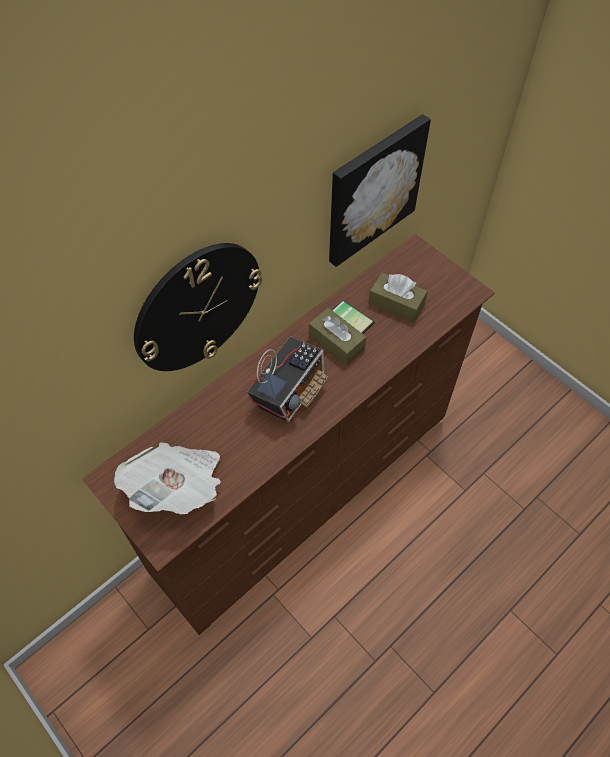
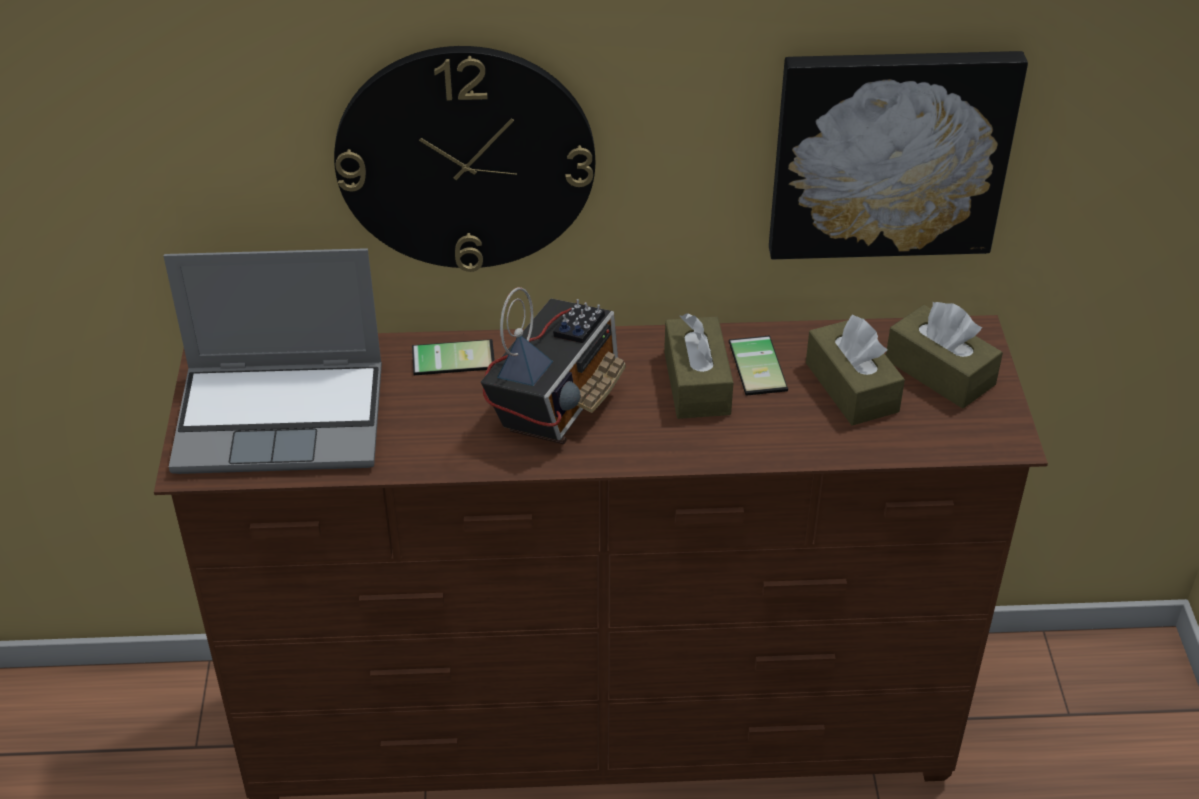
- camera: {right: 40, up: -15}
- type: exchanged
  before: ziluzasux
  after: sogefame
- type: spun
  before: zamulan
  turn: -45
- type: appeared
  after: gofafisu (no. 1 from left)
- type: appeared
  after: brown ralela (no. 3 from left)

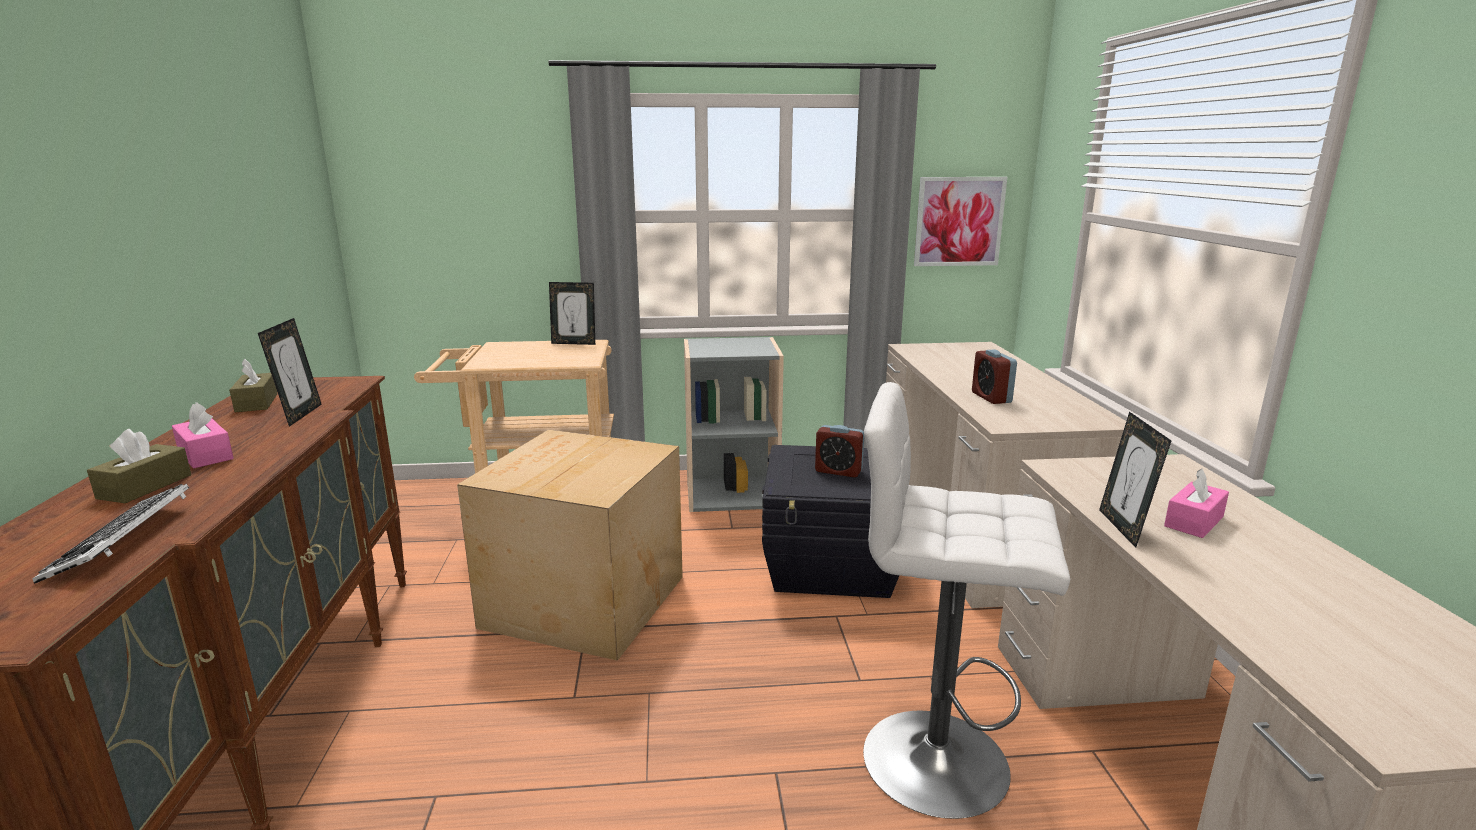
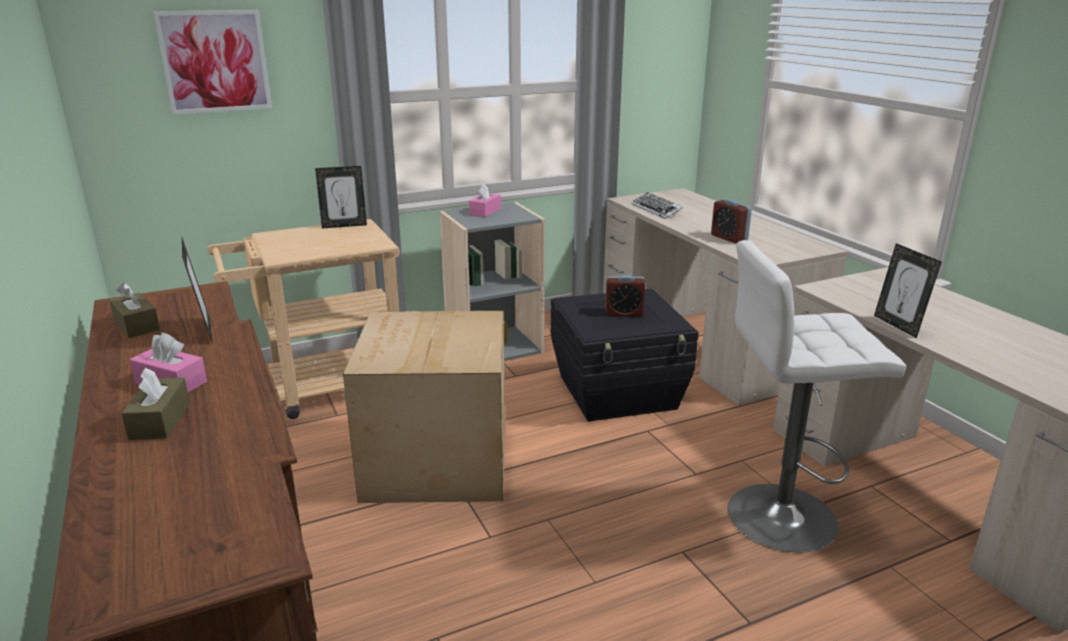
- camera: {right: -20, up: 5}
- type: relocated
  before: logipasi
- type: relocated
  before: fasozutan
- type: relocated
  before: pink ralela (no. 2 from left)

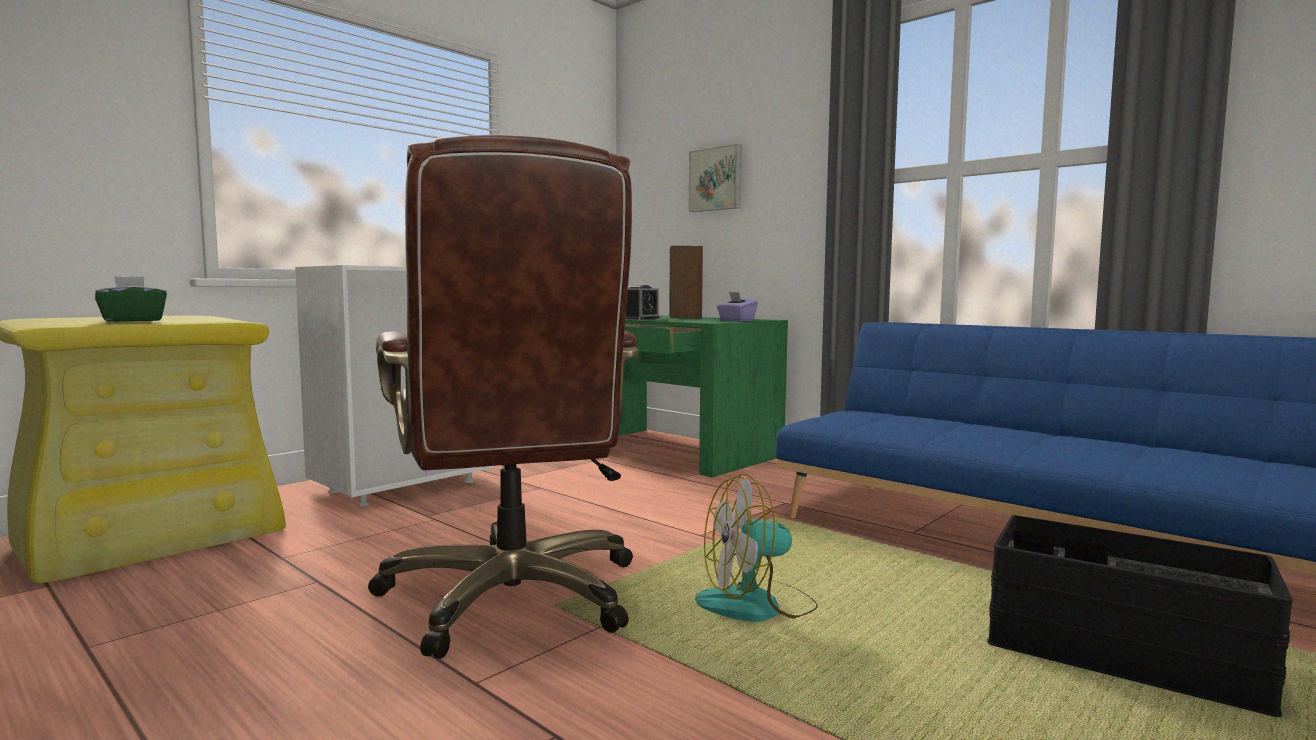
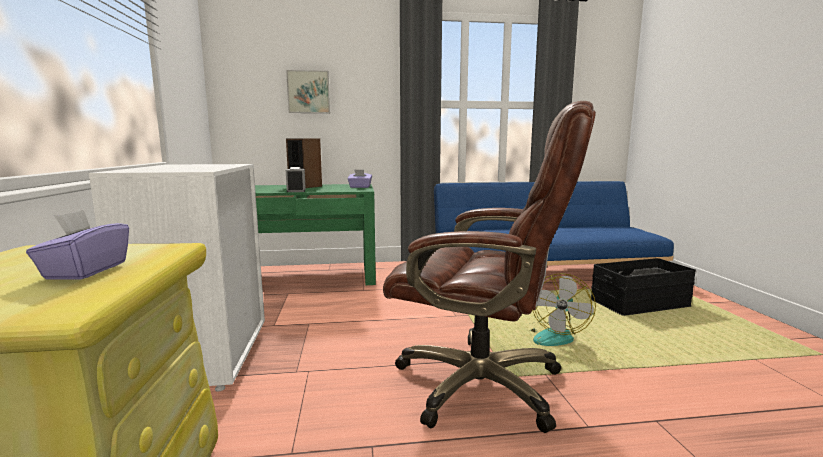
- camera: {right: -50, up: 5}
- type: colour
  before: green ralela
  after: purple ralela (no. 1 from left)

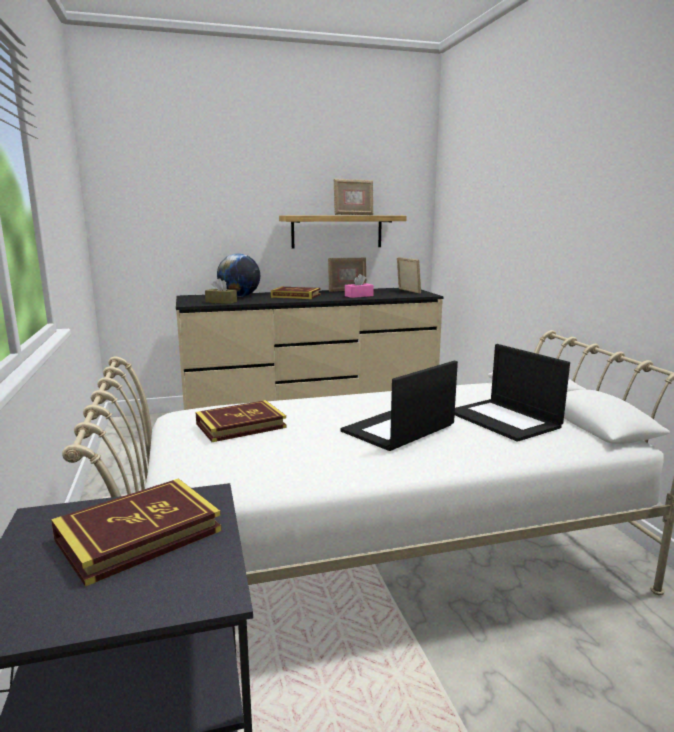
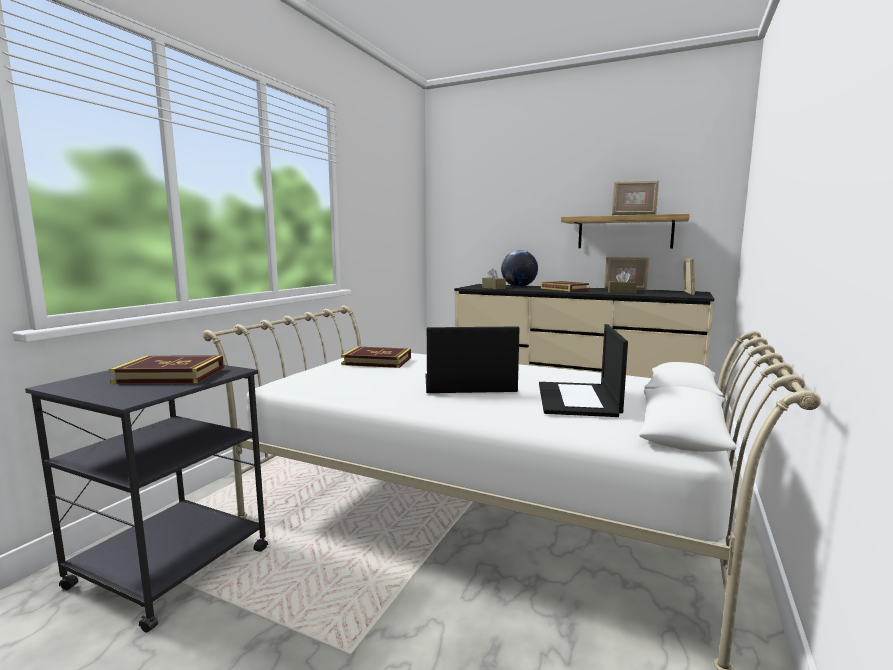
- camera: {right: 40, up: -5}
- type: colour
  before: pink ralela
  after: brown ralela (no. 2 from left)

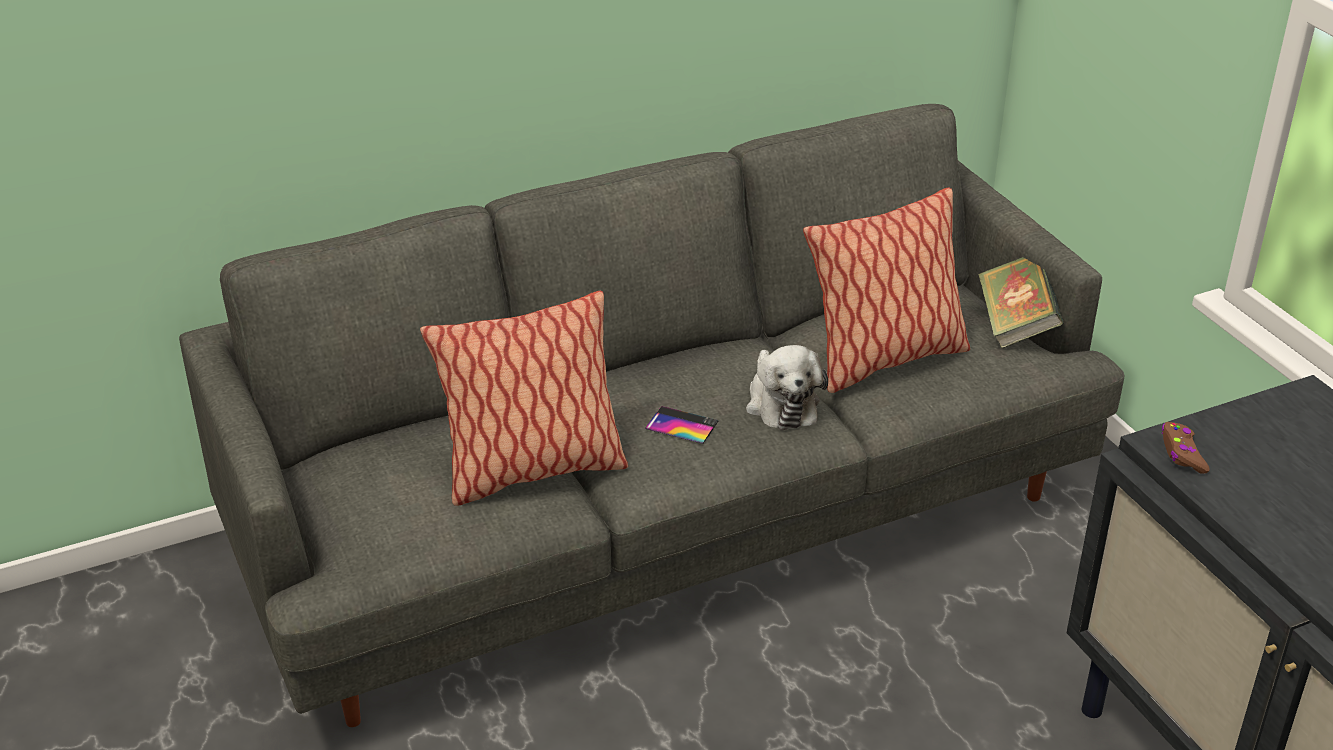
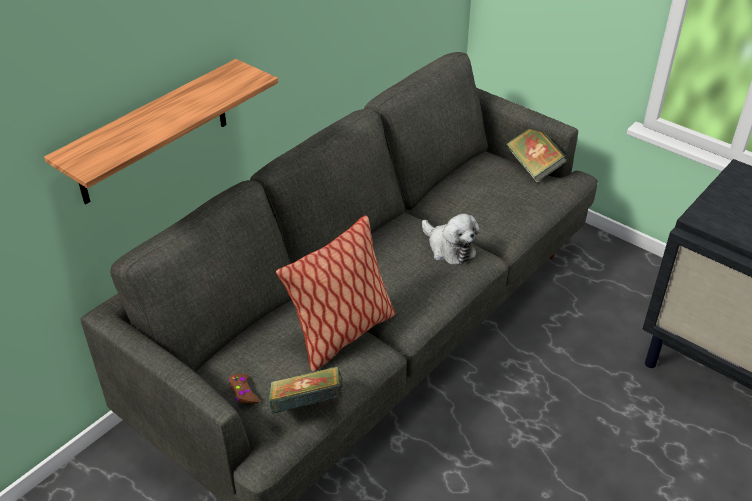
- camera: {right: -25, up: 5}
- type: missing
  before: gofafisu
- type: missing
  before: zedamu (no. 2 from left)
- type: relocated
  before: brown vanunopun
- type: appeared
  after: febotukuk
- type: appeared
  after: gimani (no. 1 from left)

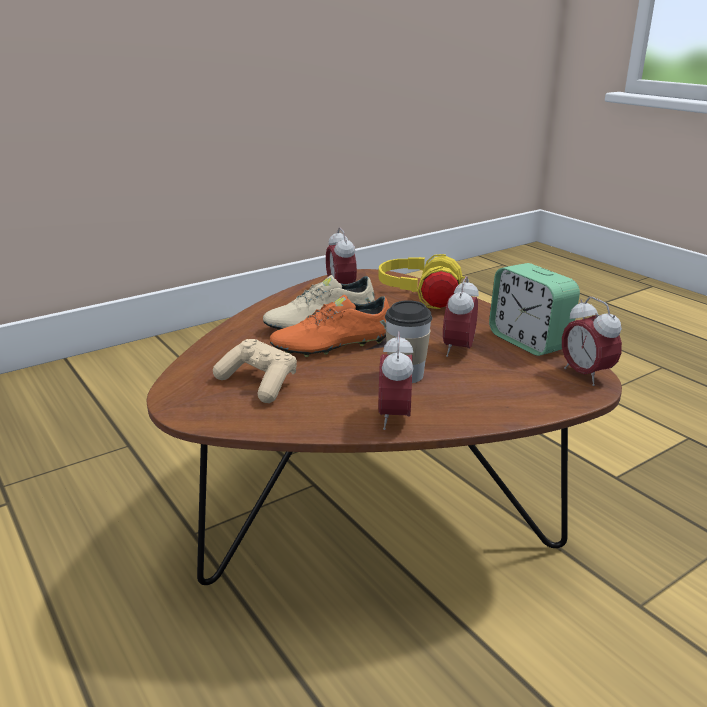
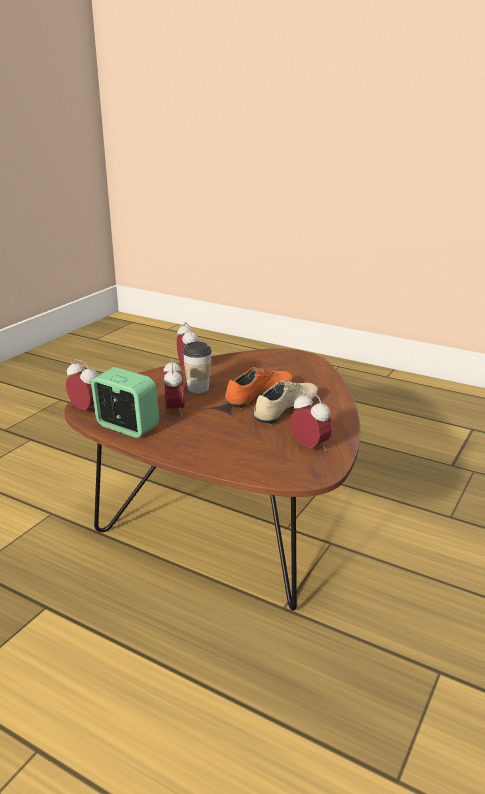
- camera: {right: 155, up: 0}
- type: missing
  before: beige vanunopun
- type: missing
  before: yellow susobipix

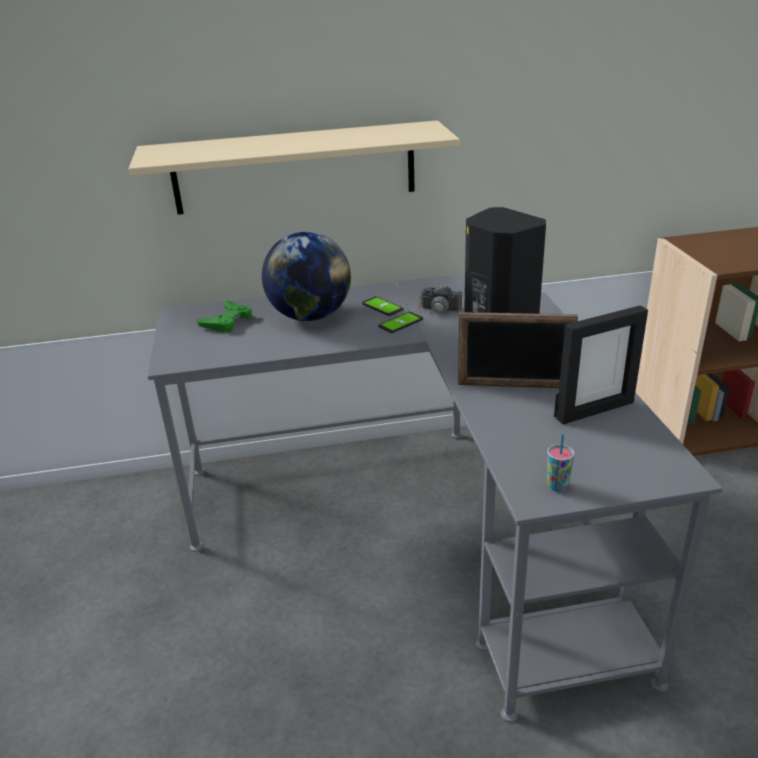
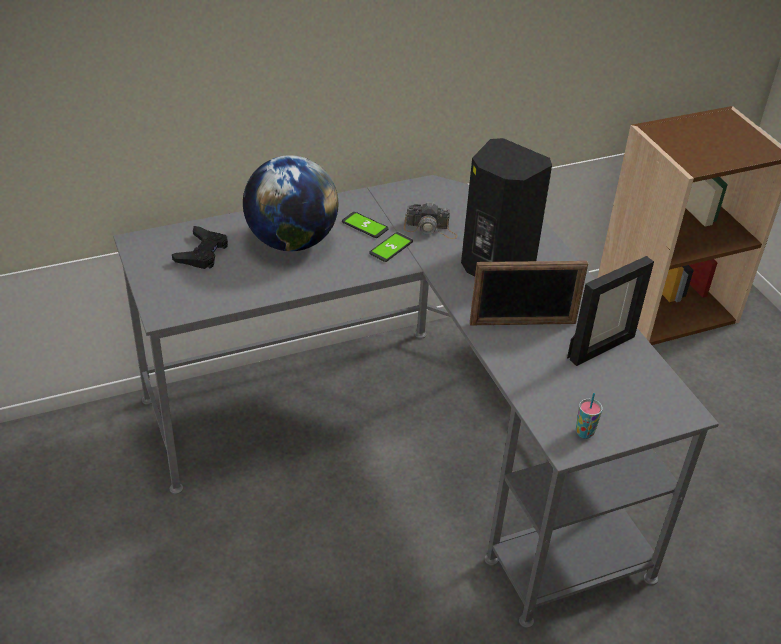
- camera: {right: -15, up: 10}
- type: missing
  before: beige febotukuk
- type: colour
  before: green vanunopun
  after: black vanunopun

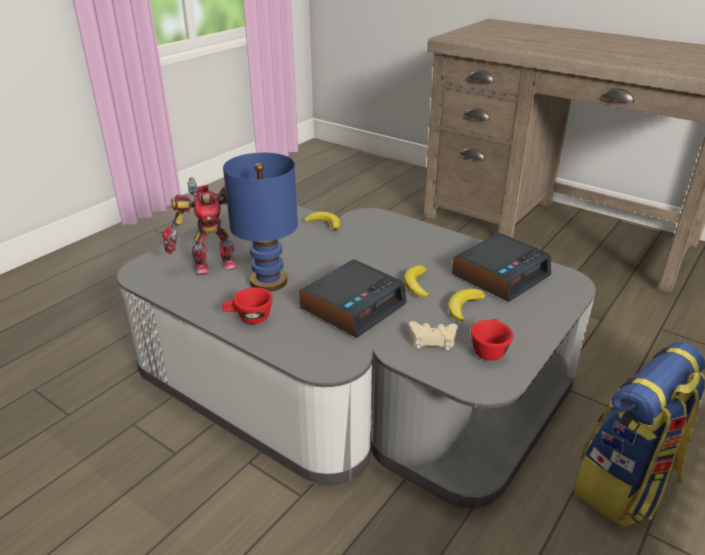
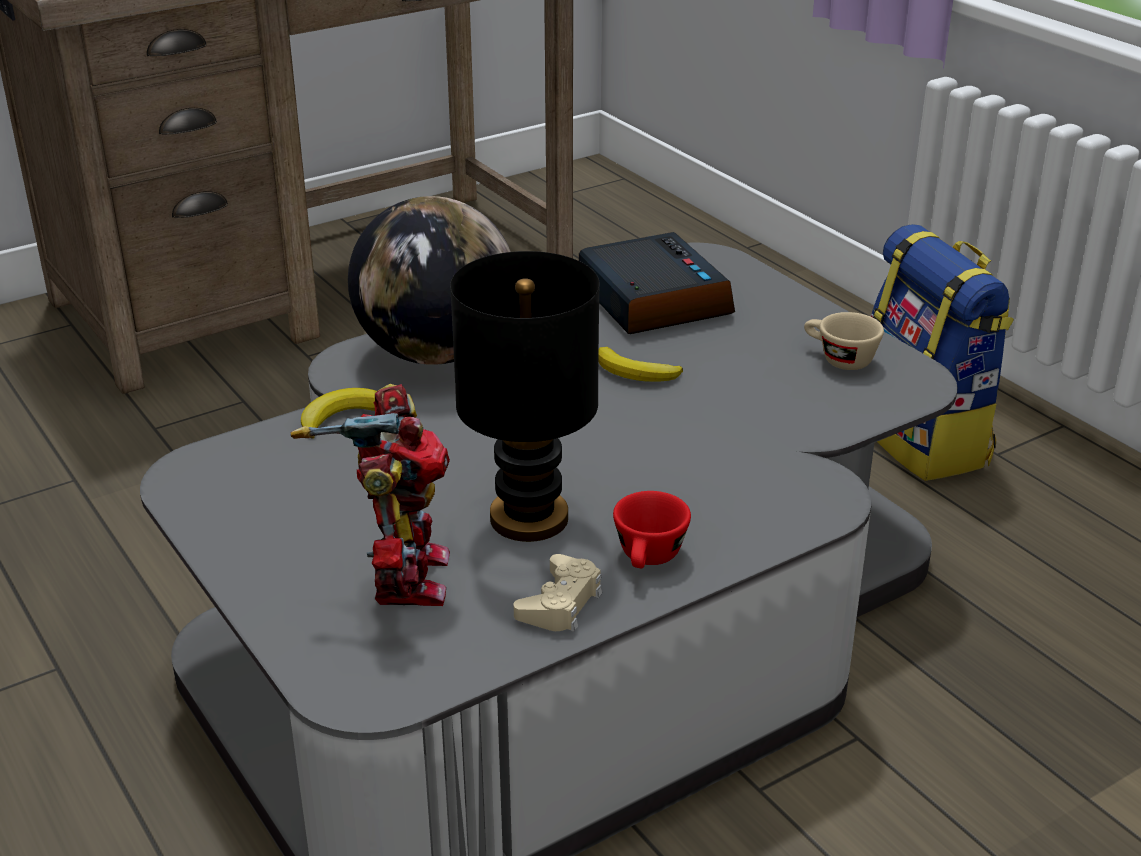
- camera: {right: -70, up: 0}
- type: colour
  before: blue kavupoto
  after: black kavupoto
- type: missing
  before: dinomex (no. 1 from left)
- type: relocated
  before: beige vanunopun
- type: missing
  before: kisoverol (no. 3 from left)
- type: colour
  before: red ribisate (no. 2 from left)
  after: beige ribisate
- type: appeared
  after: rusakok

